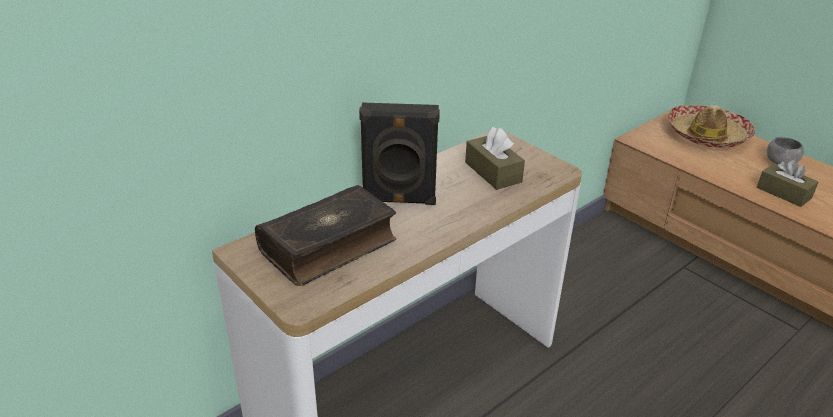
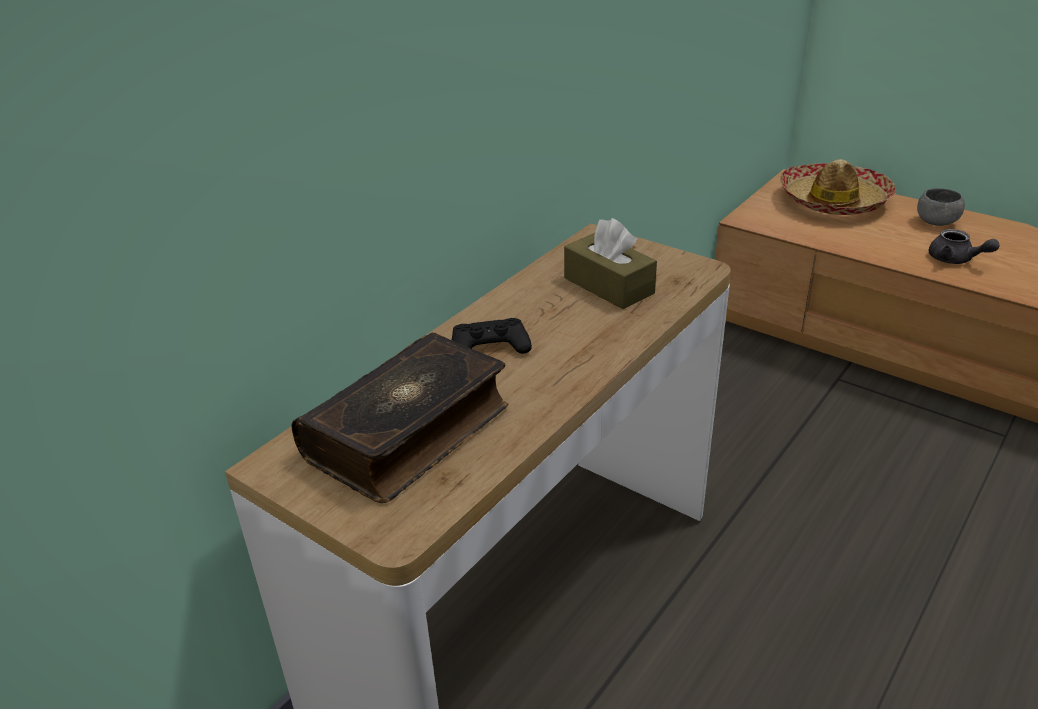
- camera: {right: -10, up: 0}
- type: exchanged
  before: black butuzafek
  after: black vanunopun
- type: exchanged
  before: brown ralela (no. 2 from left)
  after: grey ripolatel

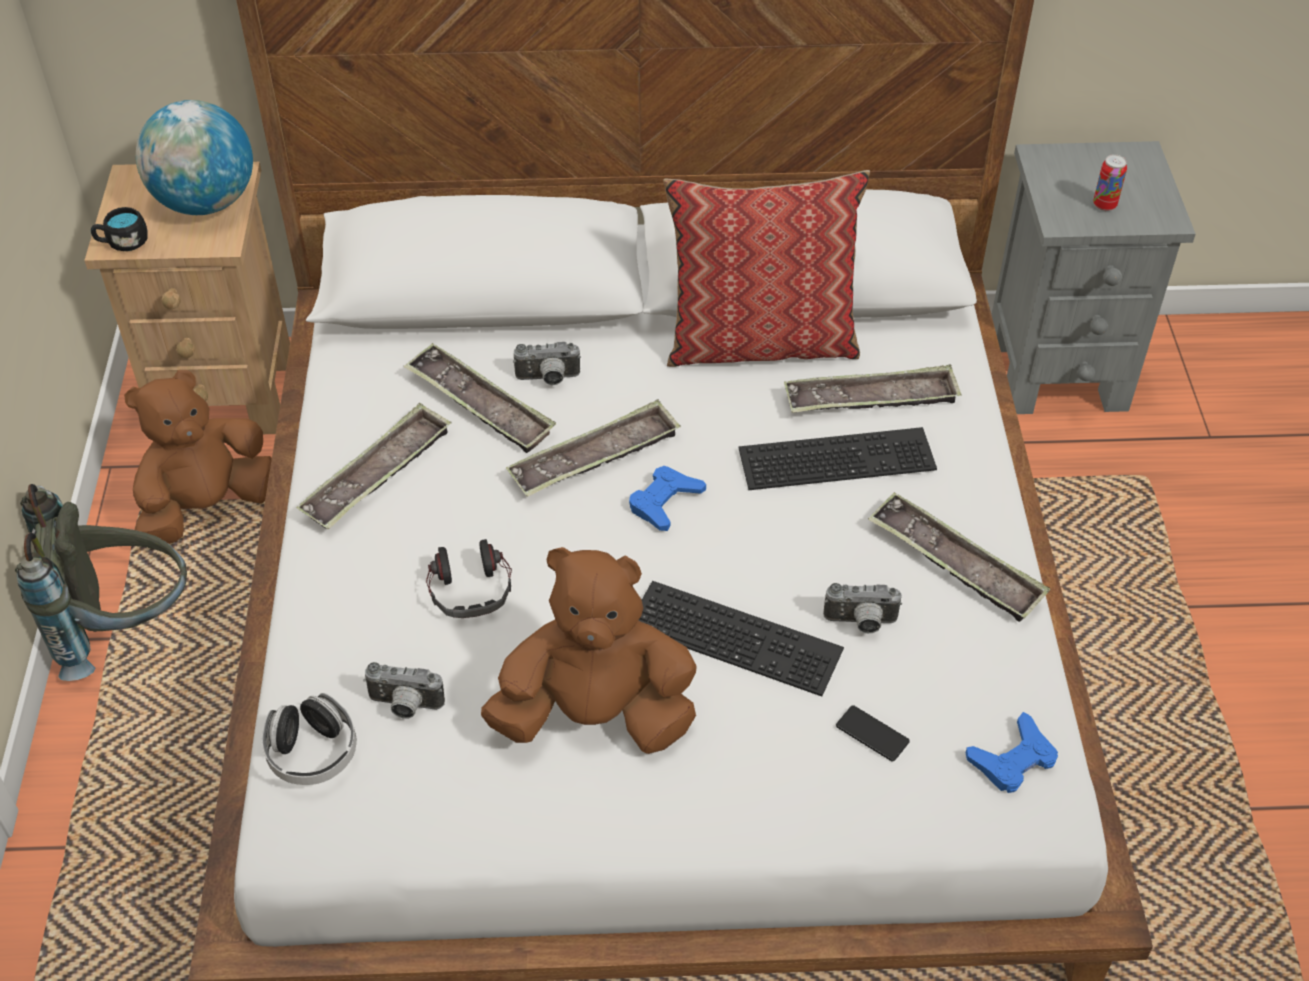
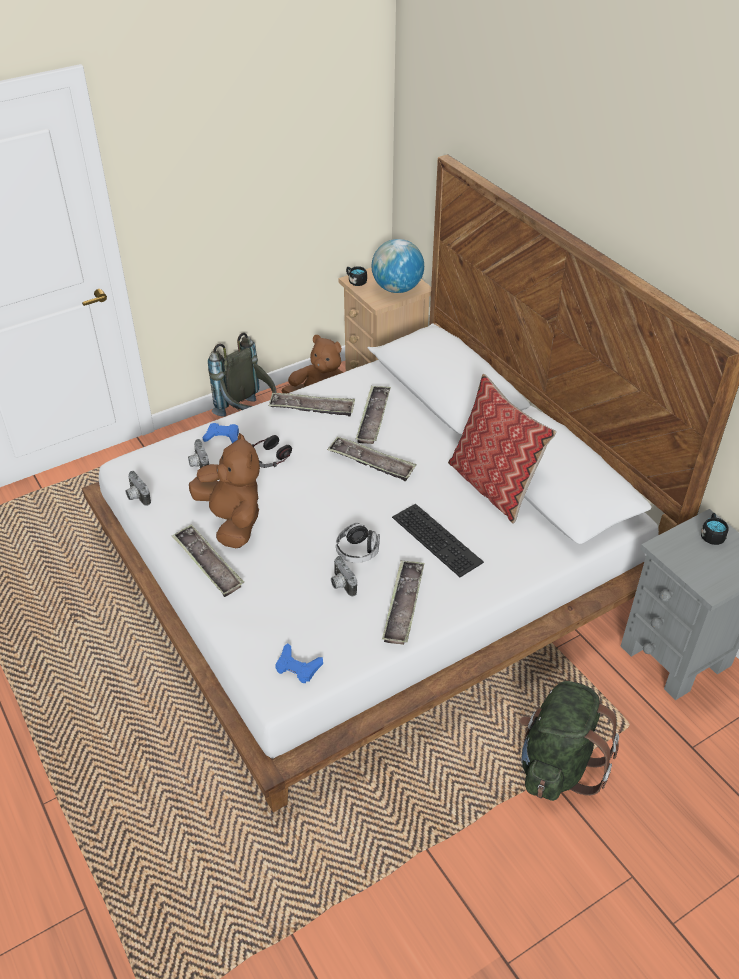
- camera: {right: 60, up: -5}
- type: relocated
  before: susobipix (no. 1 from left in the first image)
  after: susobipix (no. 2 from left)
- type: relocated
  before: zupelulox (no. 2 from left in the first image)
  after: zupelulox (no. 1 from left)
- type: relocated
  before: blue vanunopun (no. 1 from left)
- type: missing
  before: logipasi (no. 1 from left)
- type: relocated
  before: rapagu (no. 4 from left in the first image)
  after: rapagu (no. 1 from left)
- type: missing
  before: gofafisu
- type: missing
  before: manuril
- type: appeared
  after: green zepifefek
- type: appeared
  after: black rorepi (no. 2 from left)

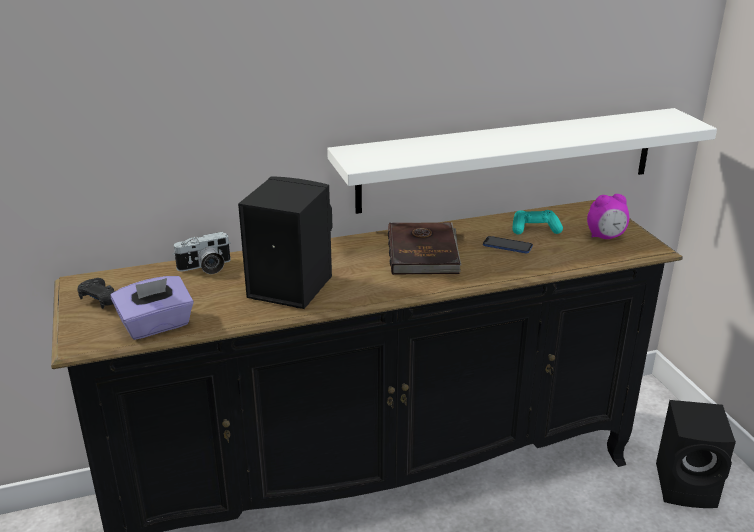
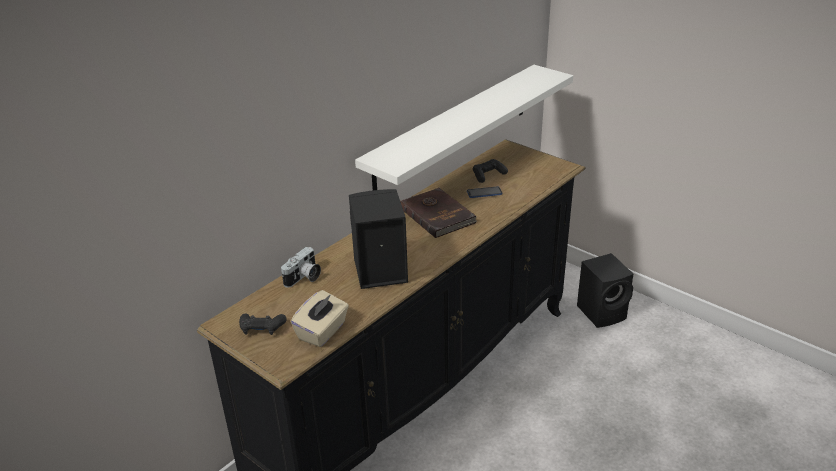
- camera: {right: -30, up: 5}
- type: colour
  before: purple ralela
  after: beige ralela
- type: colour
  before: turquoise vanunopun
  after: black vanunopun (no. 2 from left)
- type: missing
  before: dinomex

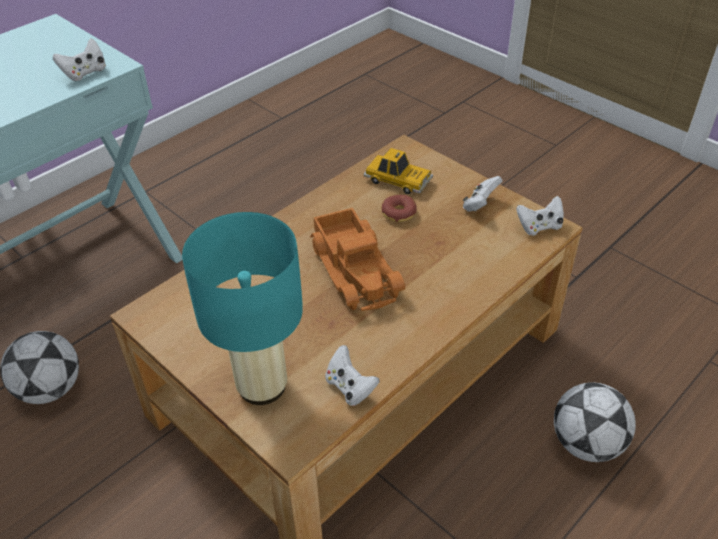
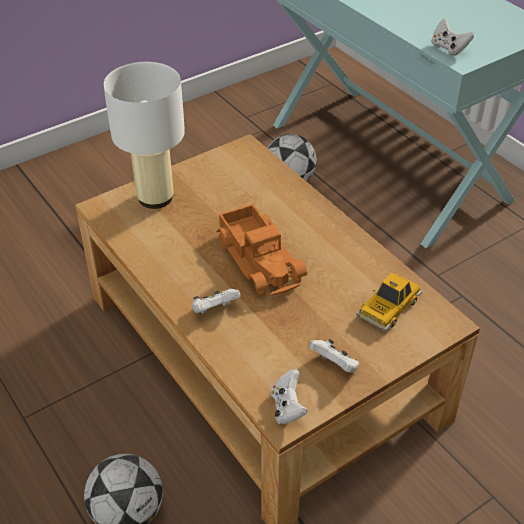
- camera: {right: 100, up: 0}
- type: colour
  before: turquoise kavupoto
  after: white kavupoto
- type: spun
  before: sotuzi
  turn: -105
- type: relocated
  before: white vanunopun (no. 2 from left in the first image)
  after: white vanunopun (no. 1 from left)
- type: missing
  before: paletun

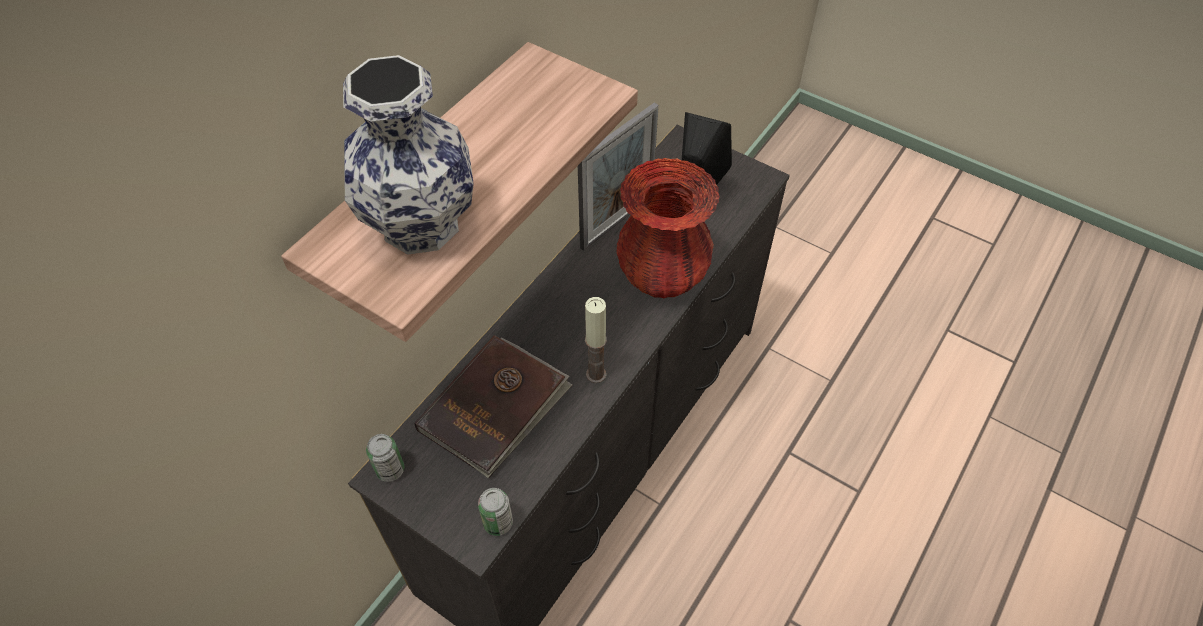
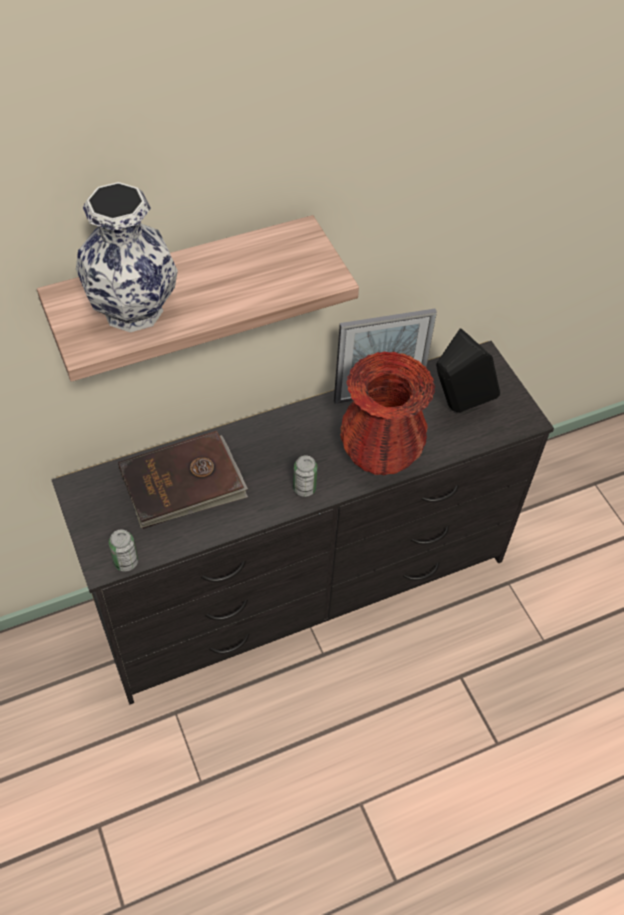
- camera: {right: 30, up: 0}
- type: relocated
  before: manuril (no. 1 from left in the first image)
  after: manuril (no. 2 from left)
- type: missing
  before: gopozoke

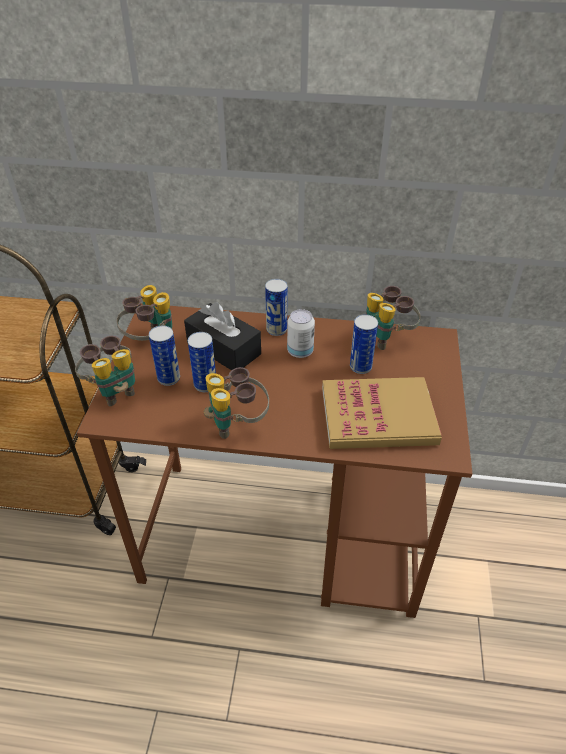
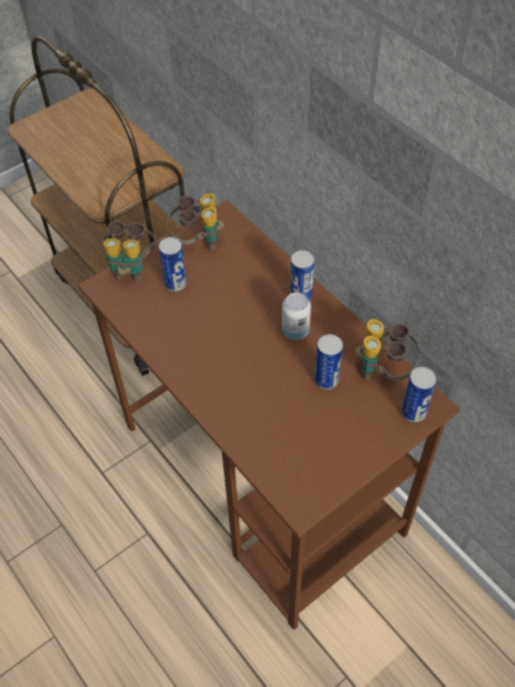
- camera: {right: 45, up: 10}
- type: missing
  before: black ralela
- type: relocated
  before: manuril (no. 2 from left in the first image)
  after: manuril (no. 5 from left)
- type: missing
  before: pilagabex (no. 3 from left)
- type: missing
  before: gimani

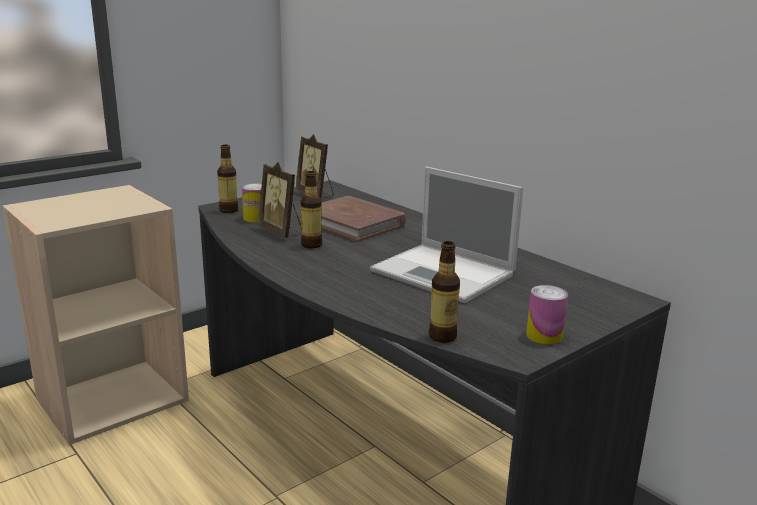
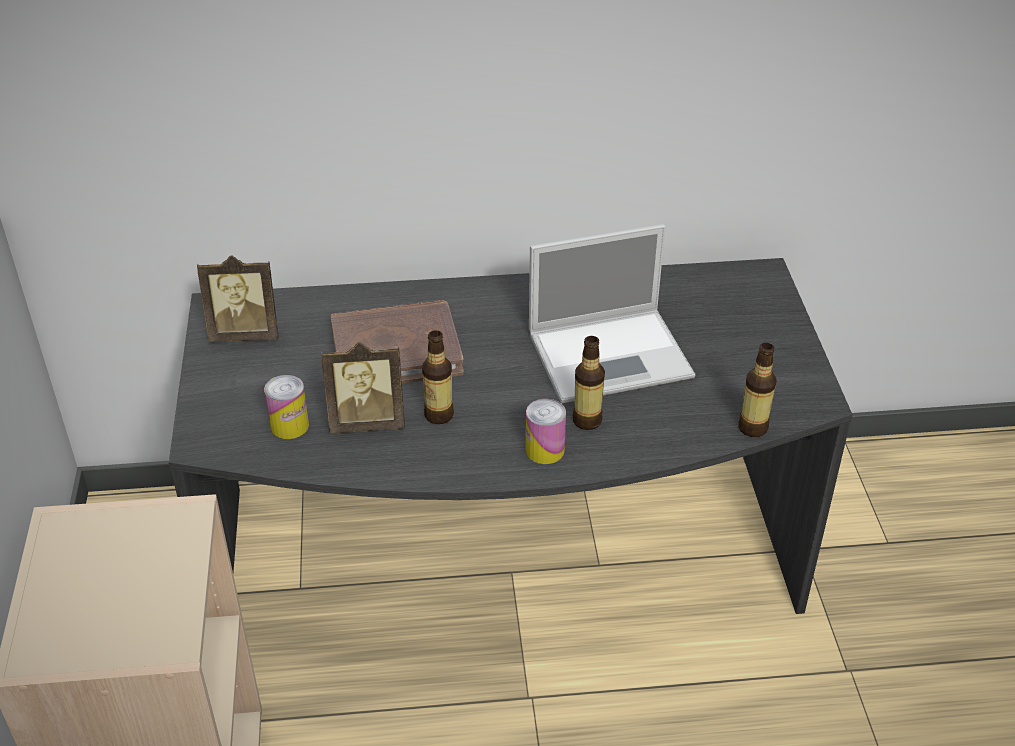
- camera: {right: -55, up: 20}
- type: relocated
  before: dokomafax (no. 1 from left in the first image)
  after: dokomafax (no. 2 from left)
- type: relocated
  before: manuril (no. 2 from left)

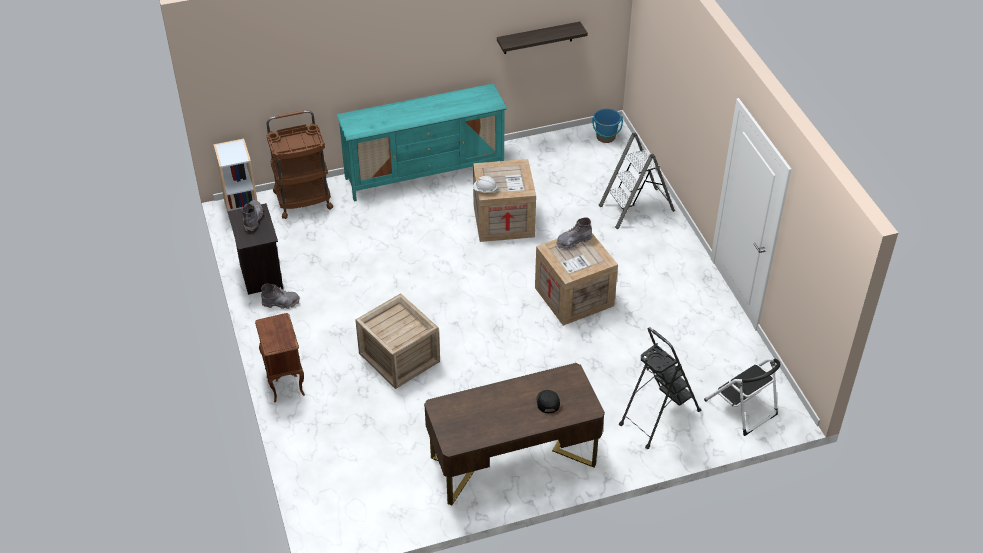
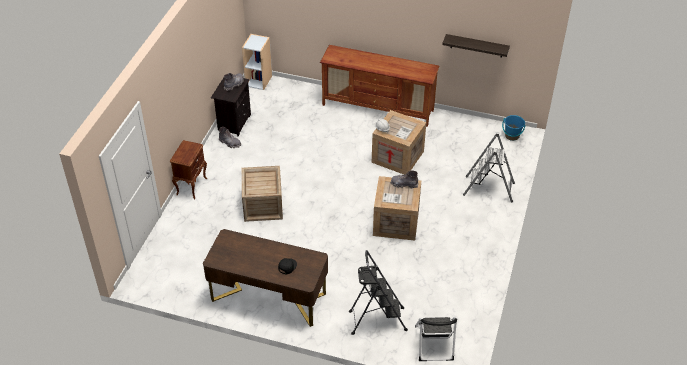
- camera: {right: 35, up: 0}
- type: missing
  before: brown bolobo
- type: colour
  before: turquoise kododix
  after: brown kododix

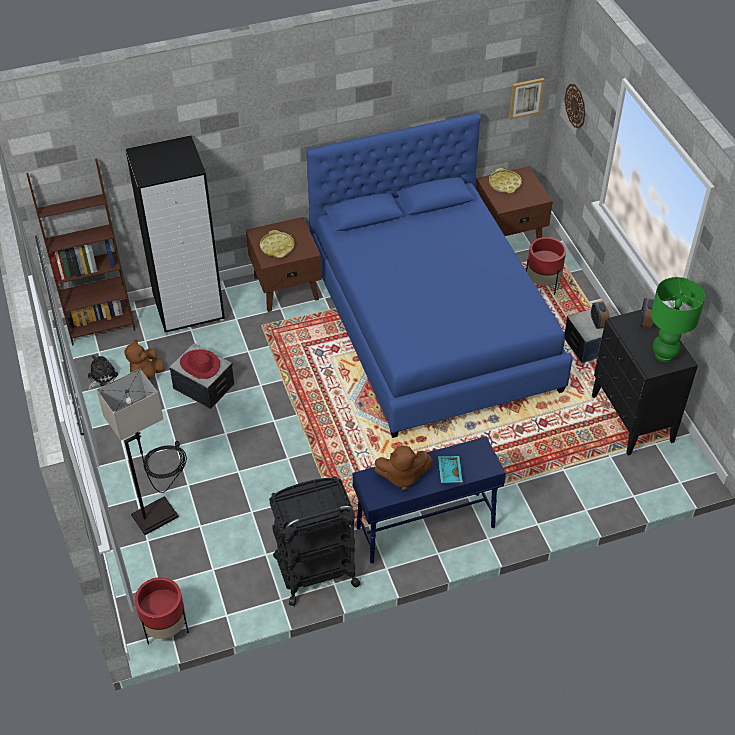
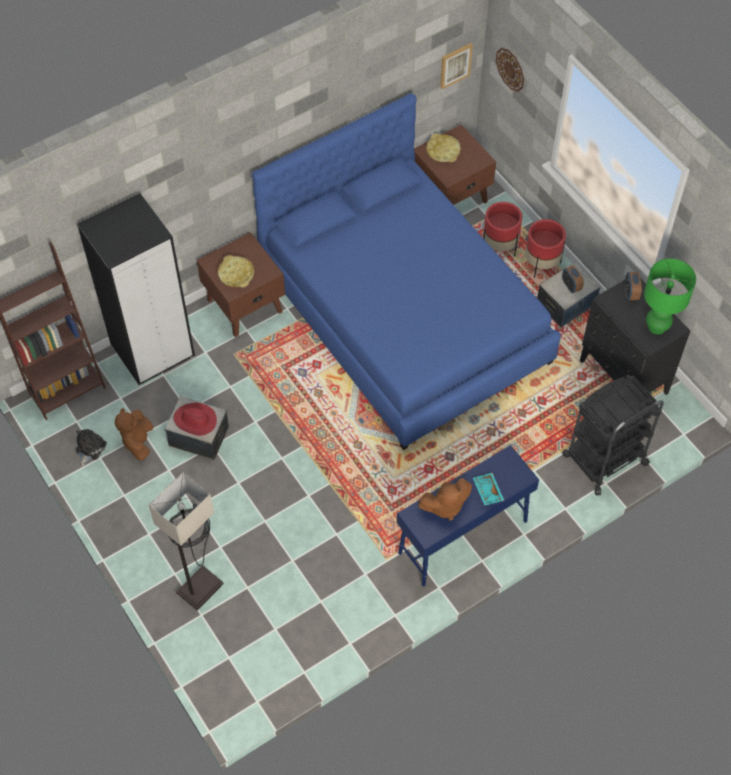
- camera: {right: -15, up: 10}
- type: relocated
  before: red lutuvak (no. 1 from left in the first image)
  after: red lutuvak (no. 2 from left)
- type: relocated
  before: black bolobo

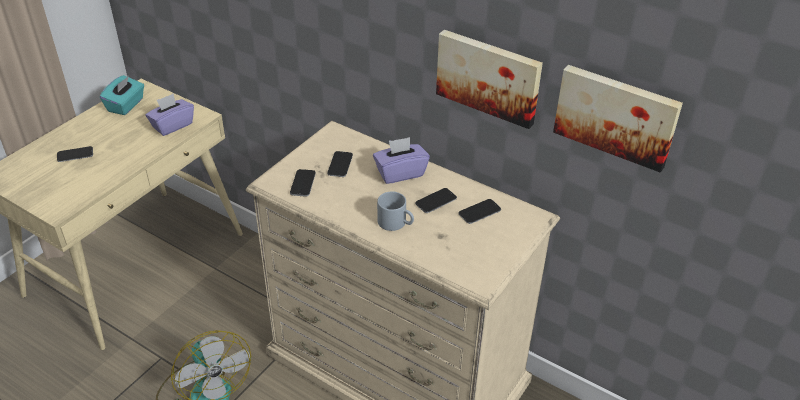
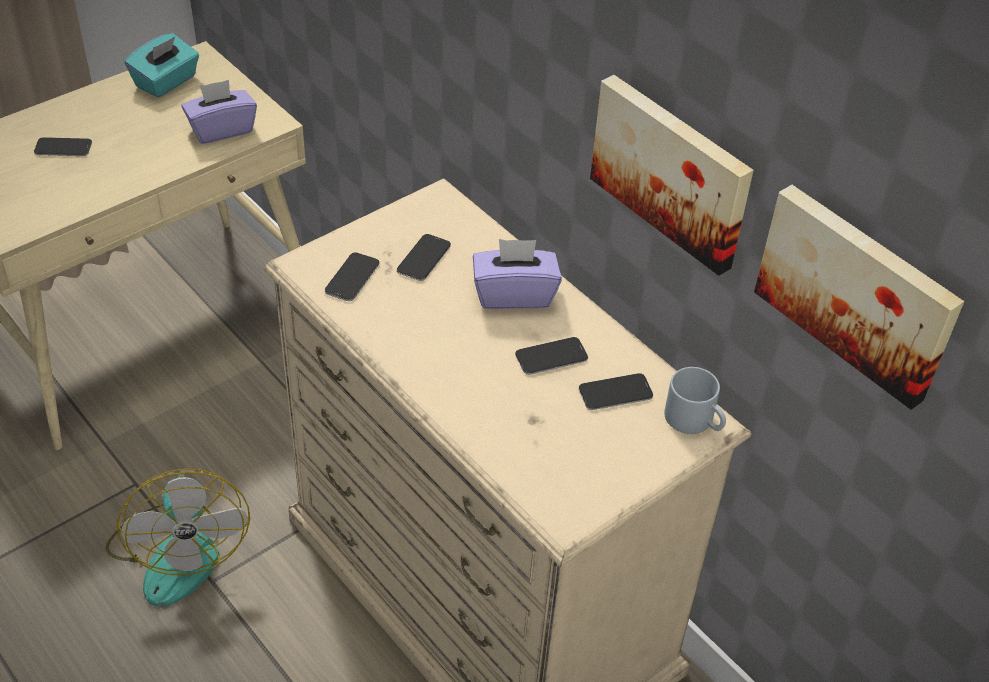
- camera: {right: 15, up: 5}
- type: relocated
  before: grey rorepi

